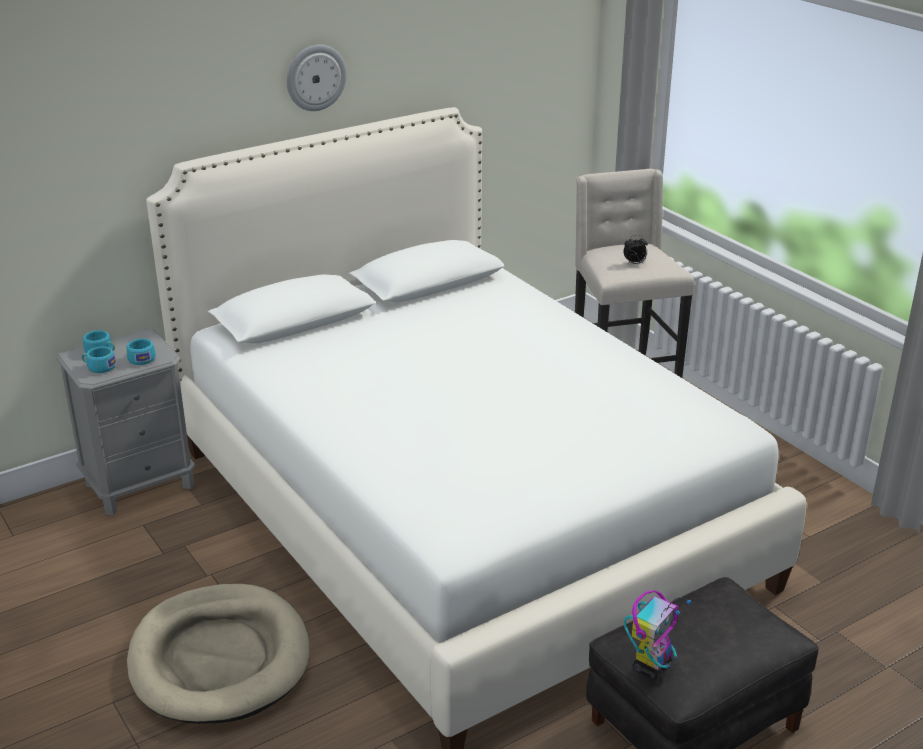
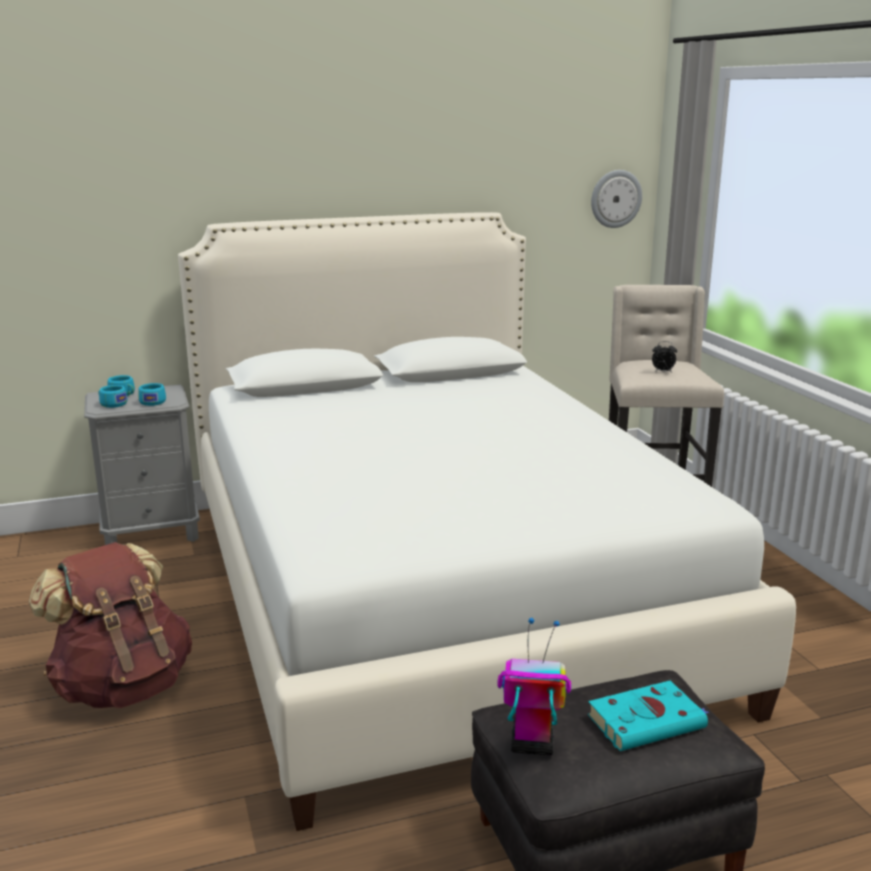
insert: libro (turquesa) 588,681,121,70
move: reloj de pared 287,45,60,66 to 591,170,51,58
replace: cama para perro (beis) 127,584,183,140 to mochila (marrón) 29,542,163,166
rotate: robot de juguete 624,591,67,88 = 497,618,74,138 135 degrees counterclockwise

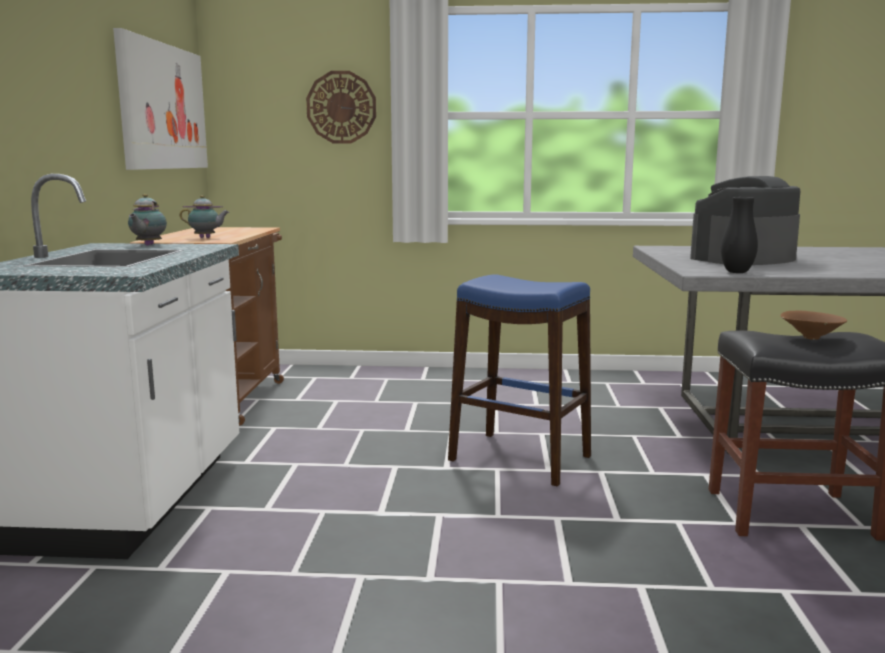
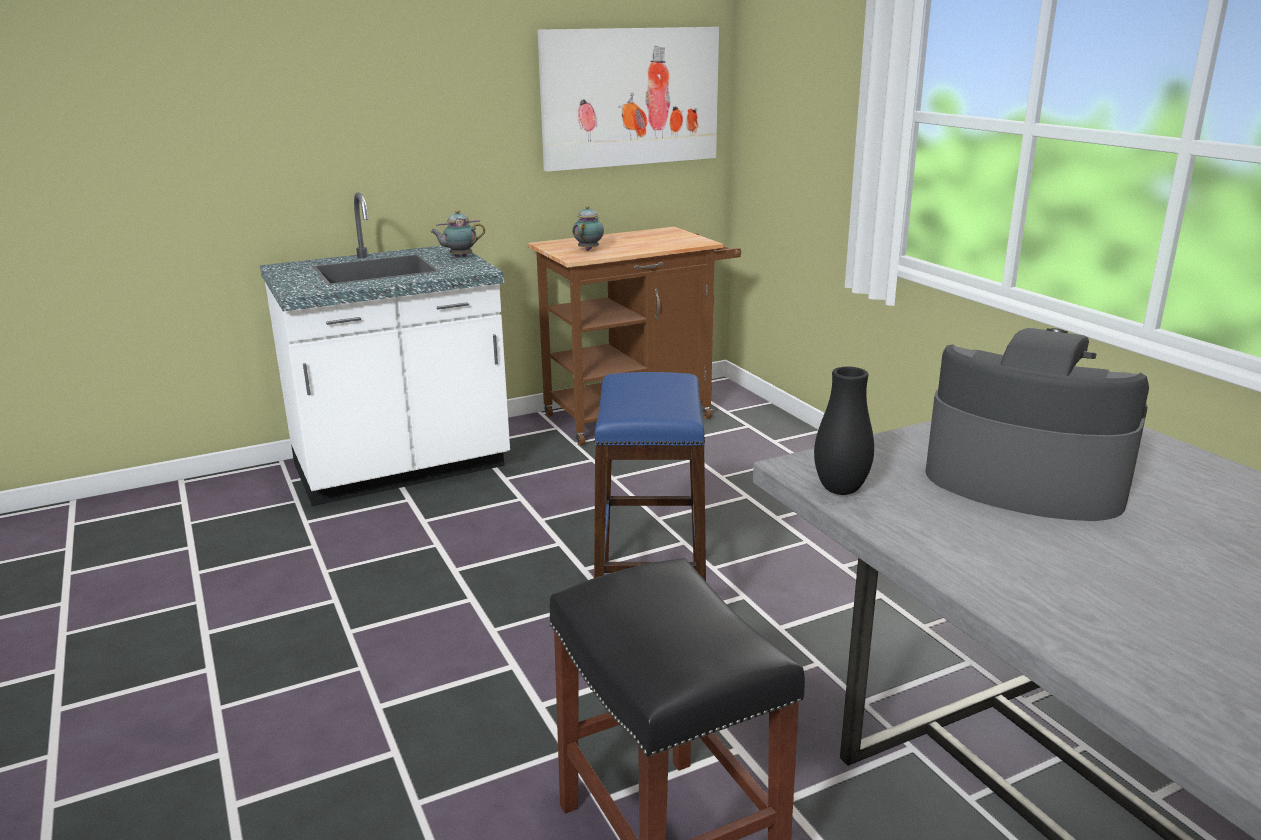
delete: reloj de pared 306,71,70,73; cuenco (marrón) 781,311,66,29
rotate: tetera 180,195,49,43 = 572,205,32,46 135 degrees counterclockwise

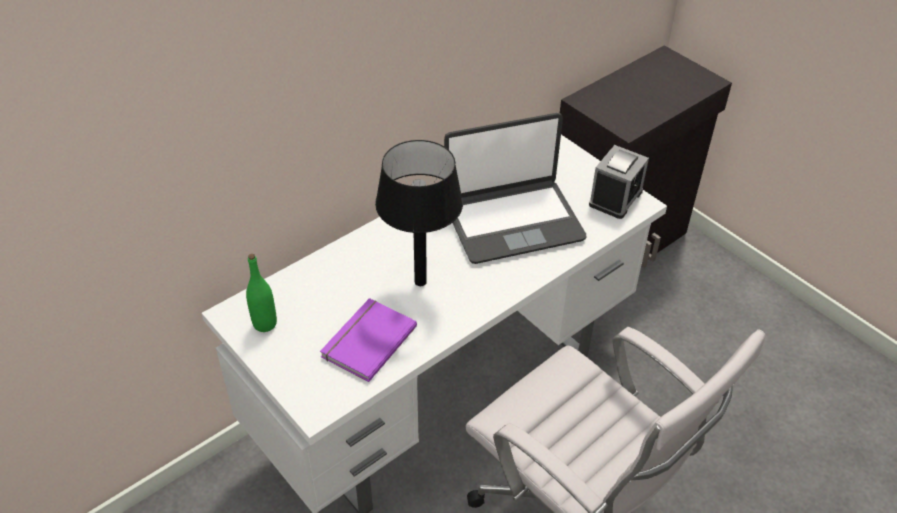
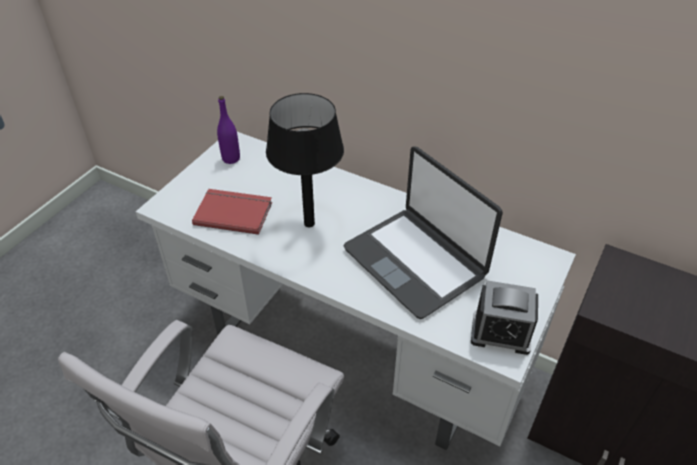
recolor: libro (morado) 320,298,97,84 to libro (rojo) 192,189,80,46; botella (verde) 246,254,31,78 to botella (morado) 217,96,23,68

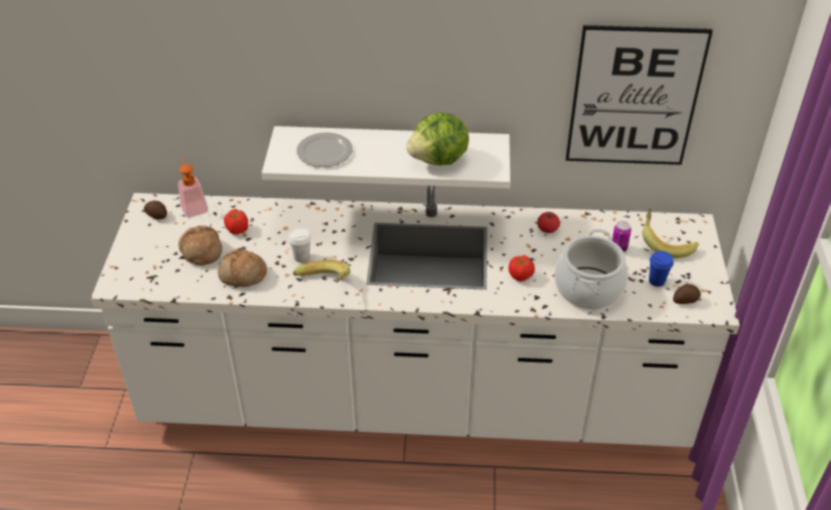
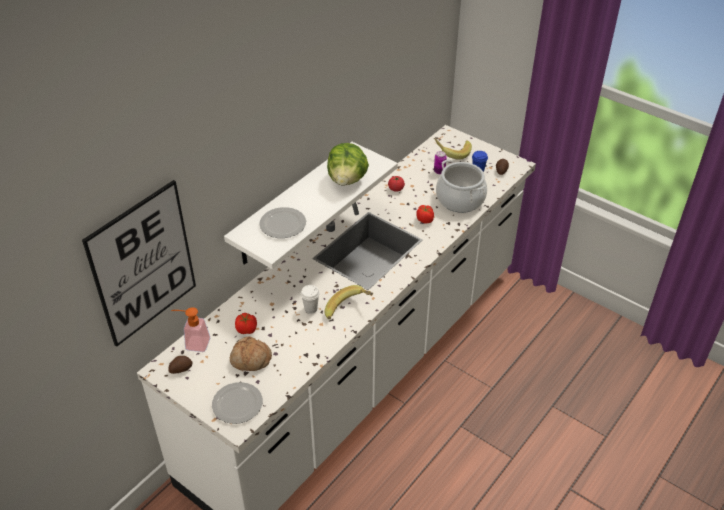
delete: pan 218,248,49,39
insert: plato 212,382,51,42
move: cuadro 566,25,147,140 to 82,180,114,167

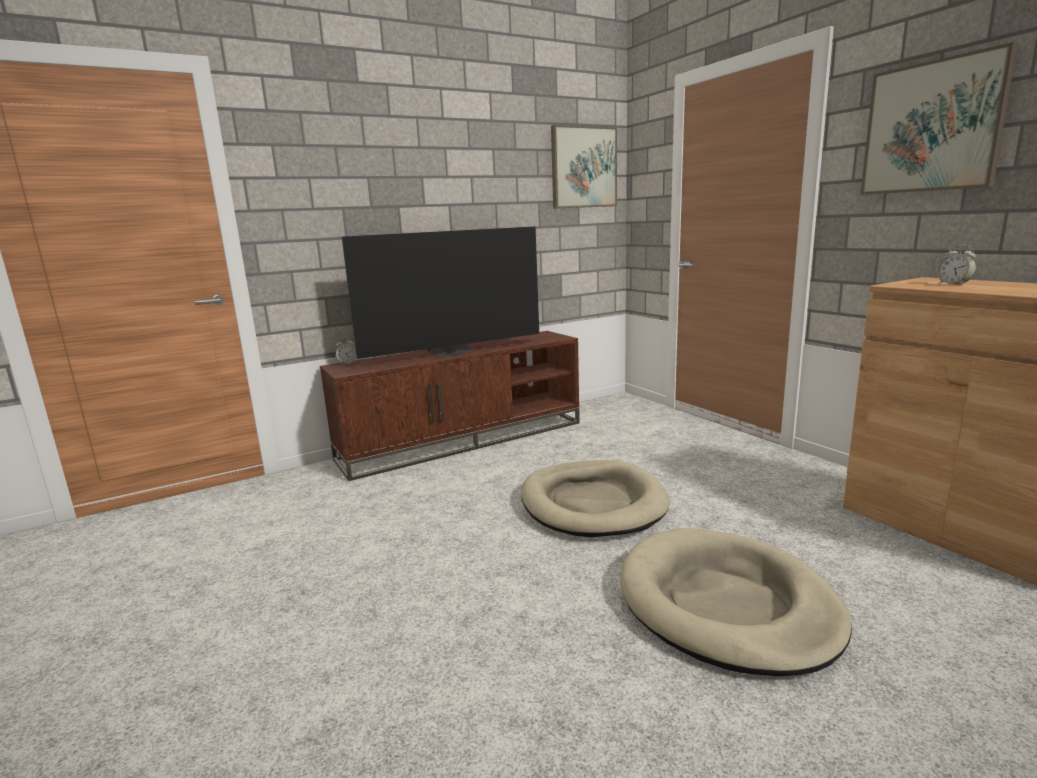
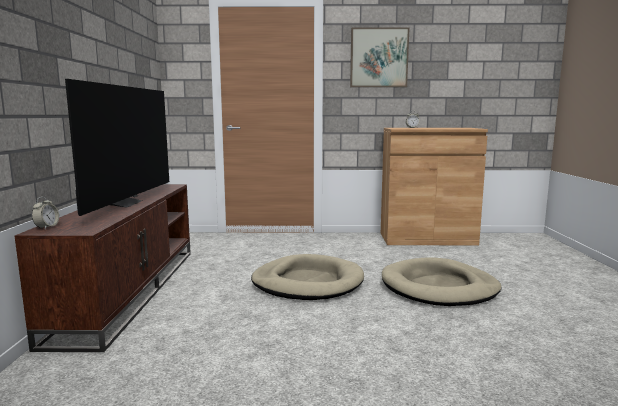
delete: cuadro 551,125,66,84

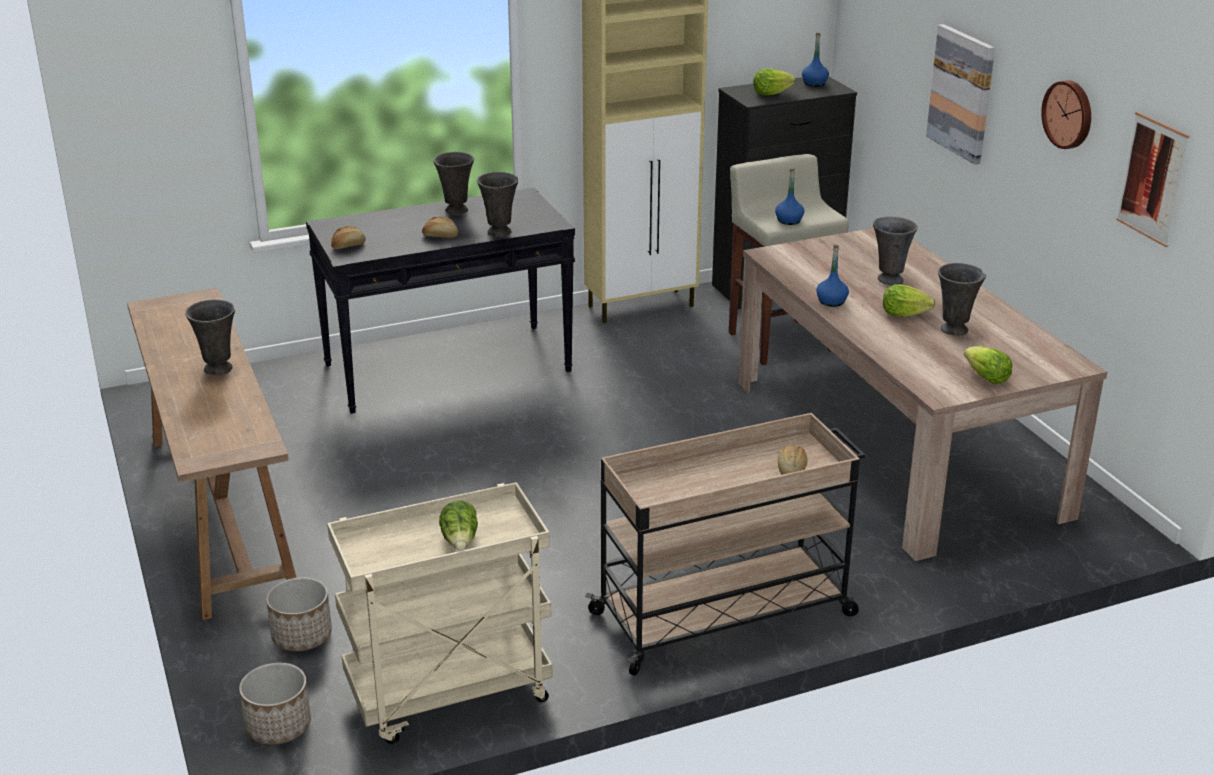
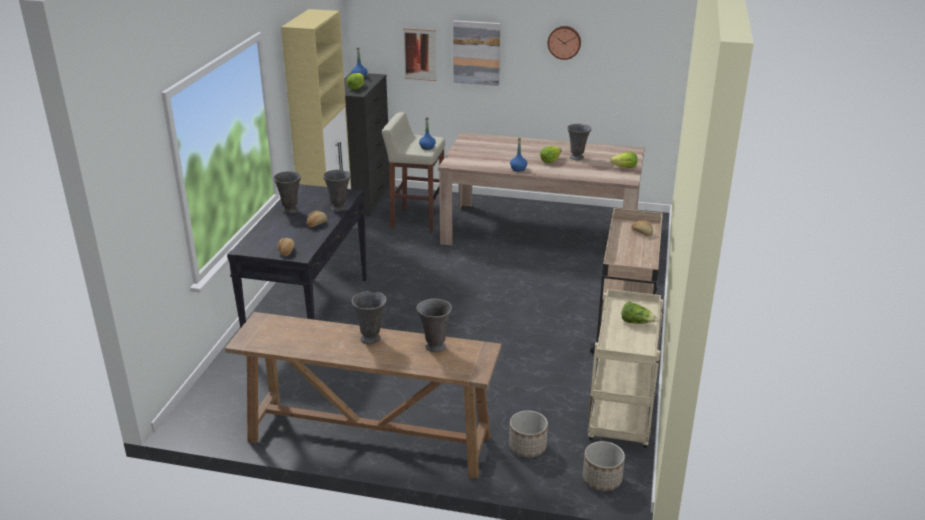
move: cuadro 1116,112,74,135 to 403,28,34,53; florero (gris) 873,216,45,69 to 416,299,36,53

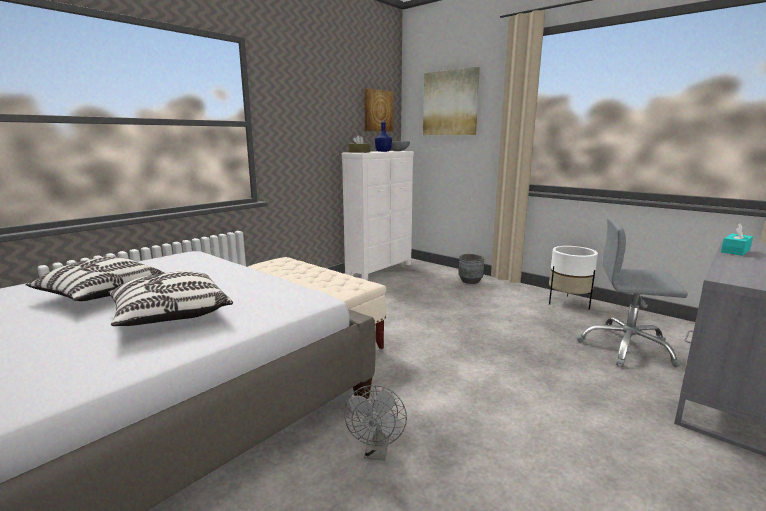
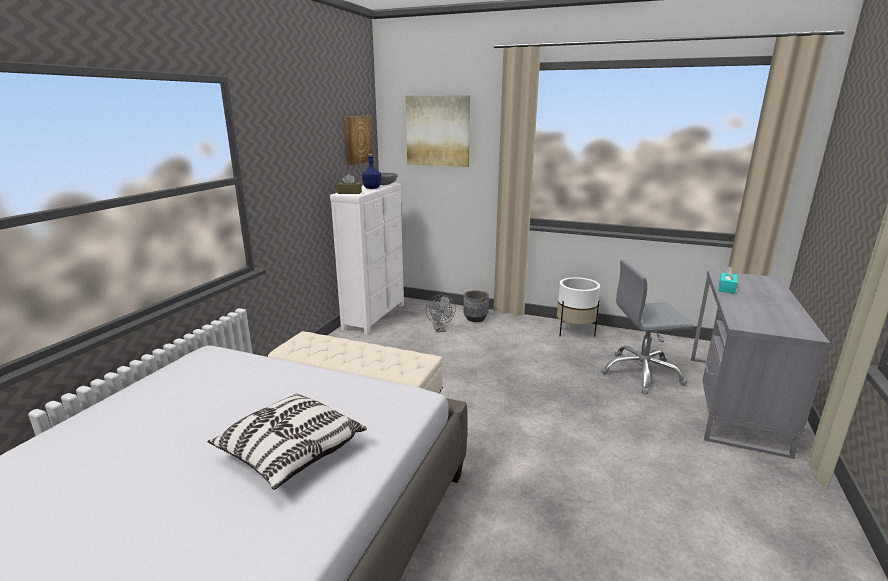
delete: cojín 25,256,140,45
move: ventilador (gris) 344,385,63,76 to 426,295,30,37

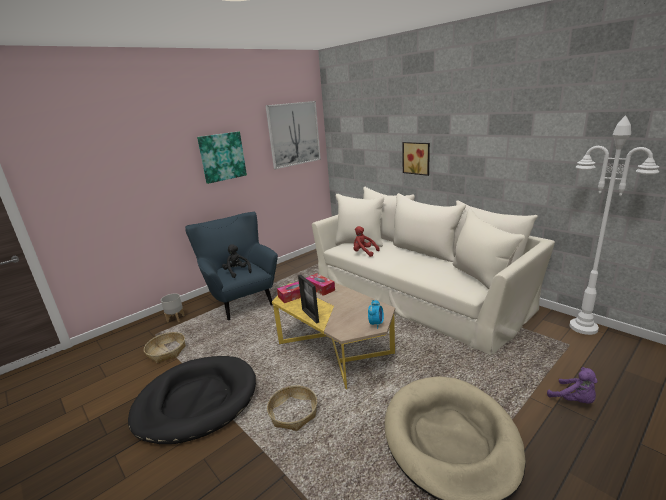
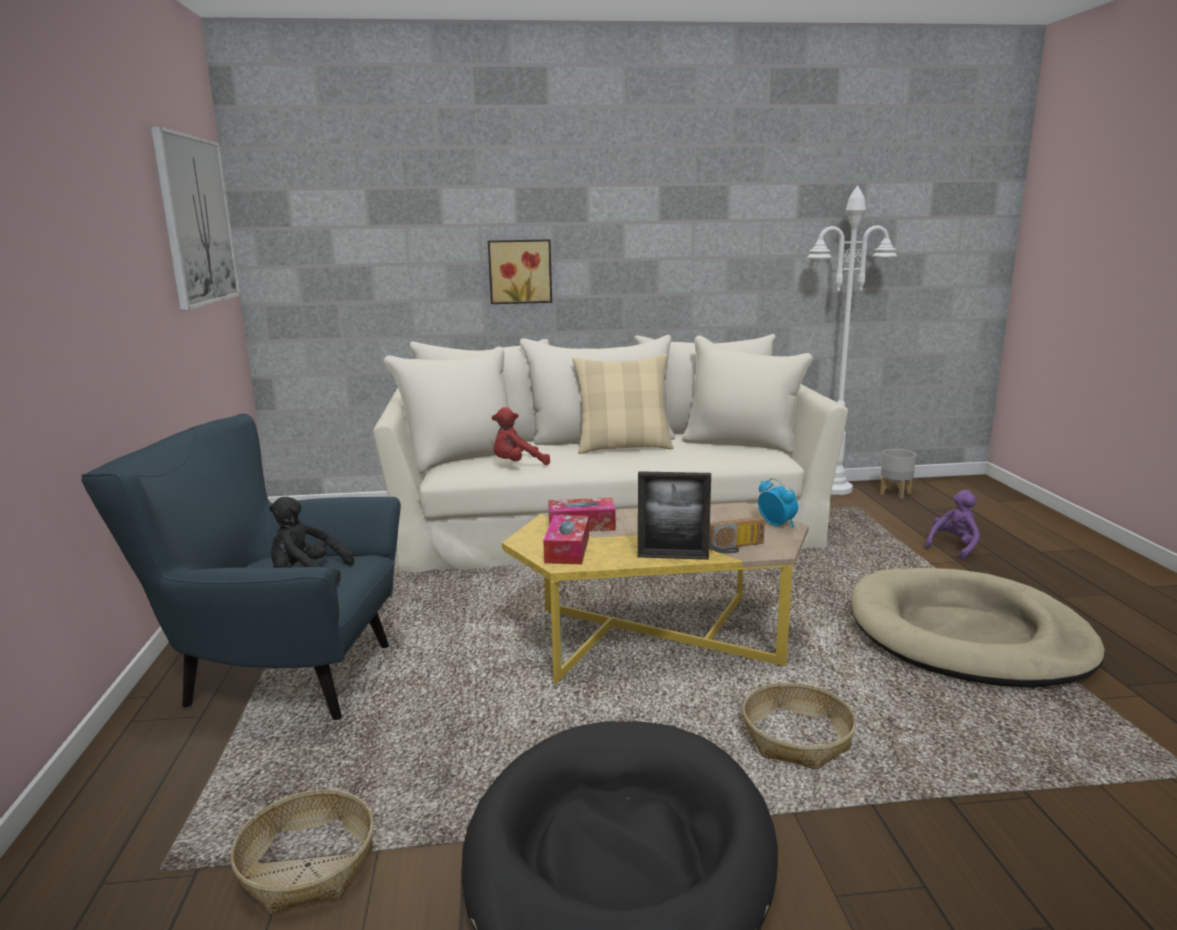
delete: cuadro 197,132,50,52
insert: cojín (beis) 572,354,101,100; radio 709,517,56,36
move: maceta (gris) 161,293,24,30 to 880,449,36,50
rotate: peluche (morado) 547,367,51,36 = 925,490,55,70 45 degrees counterclockwise

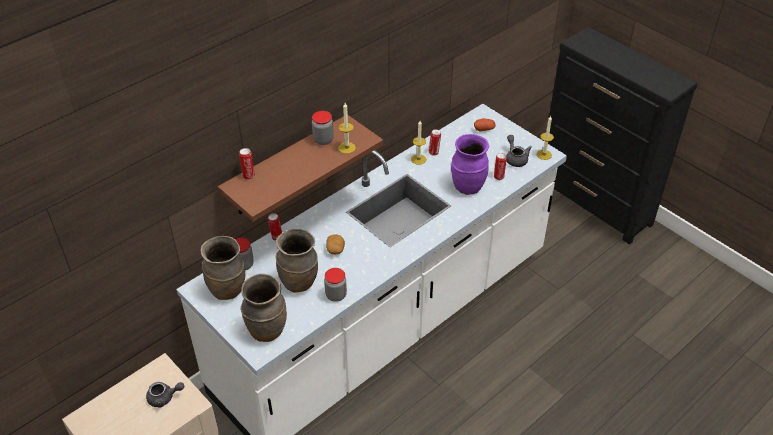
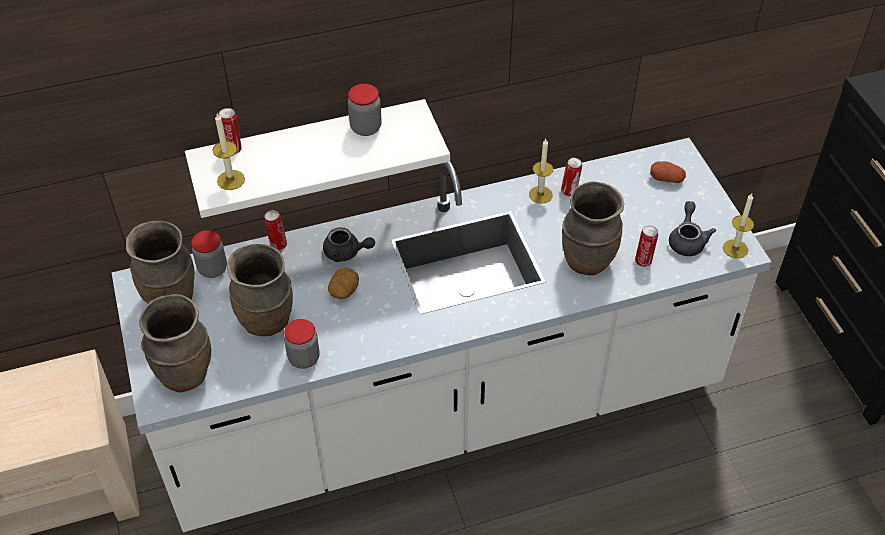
move: vela 338,103,18,51 to 212,114,33,76; tetera (gris) 146,382,39,26 to 323,227,52,35
recolor: estante (marrón) 218,115,165,107 to estante (blanco) 185,99,265,119; florero (morado) 451,134,38,61 to florero (marrón) 562,182,62,93

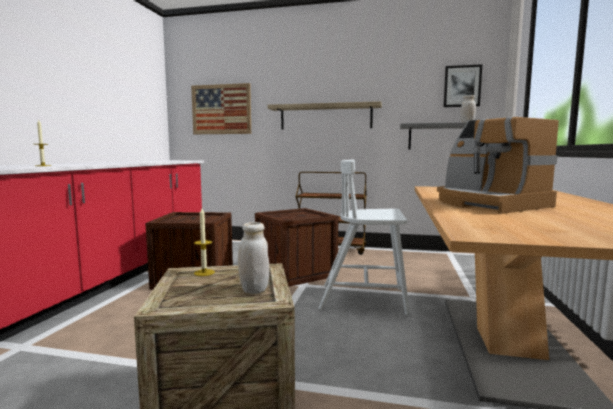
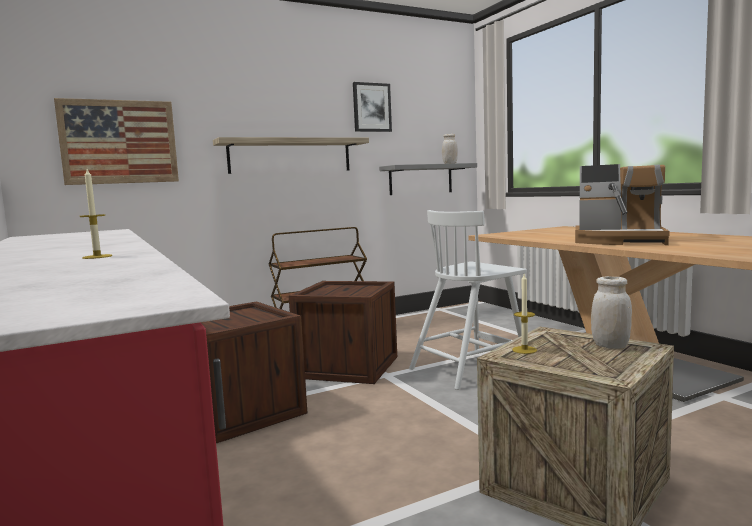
move: cuadro 444,64,38,43 to 353,82,39,50

